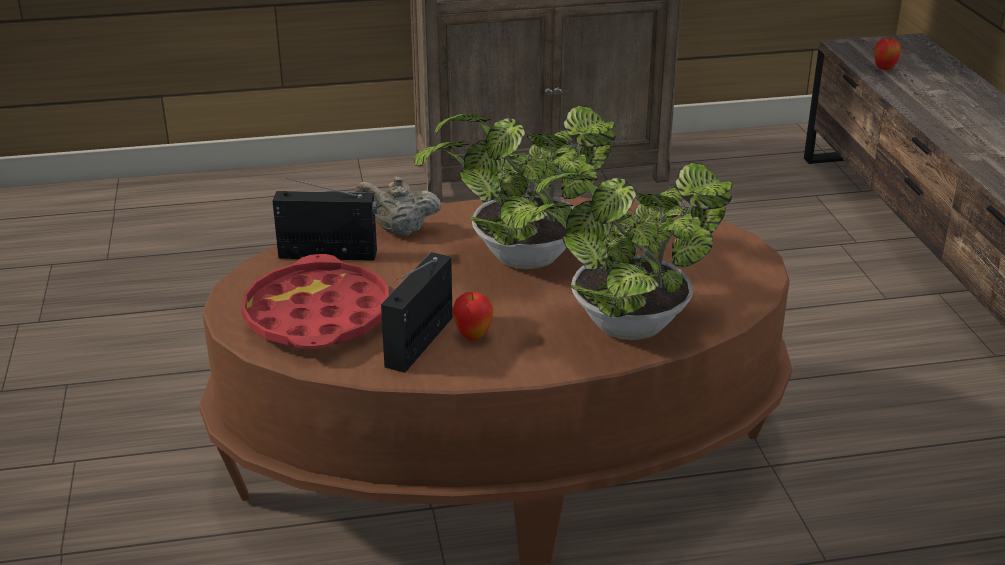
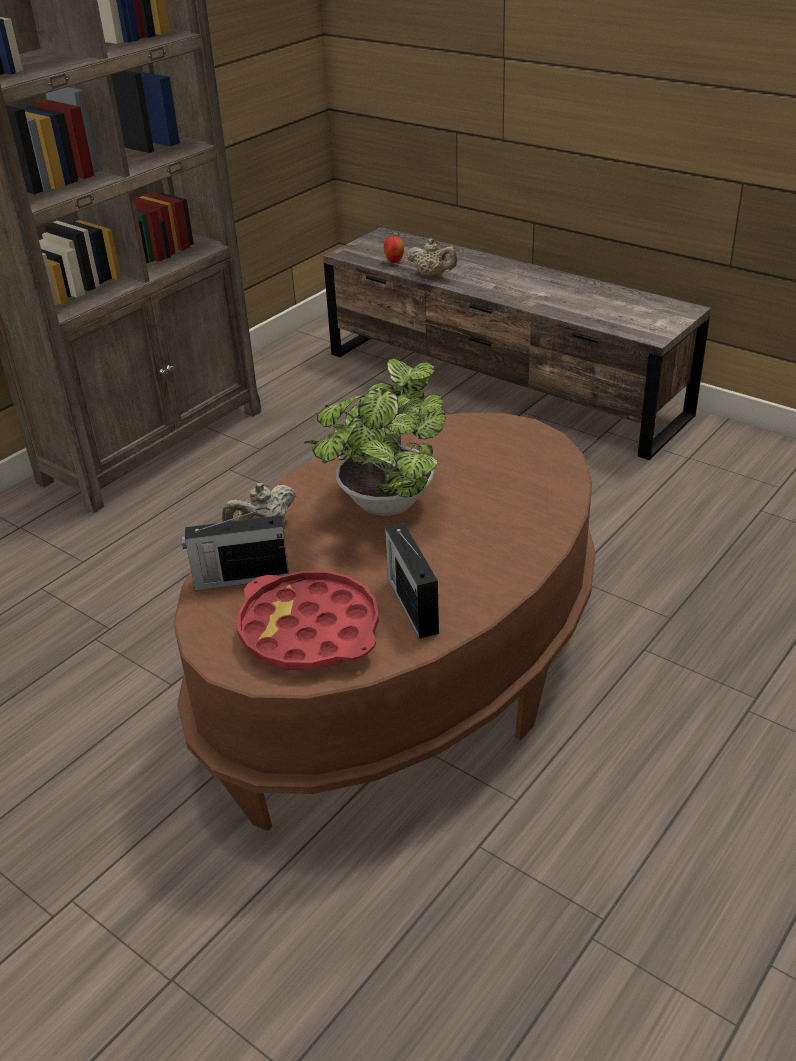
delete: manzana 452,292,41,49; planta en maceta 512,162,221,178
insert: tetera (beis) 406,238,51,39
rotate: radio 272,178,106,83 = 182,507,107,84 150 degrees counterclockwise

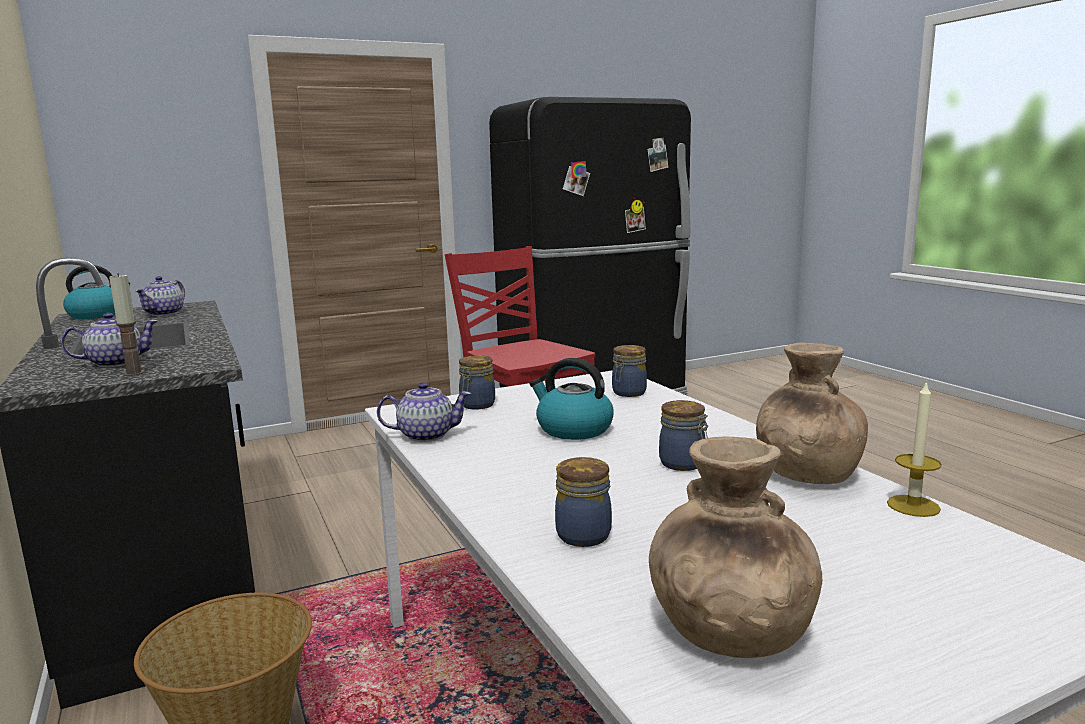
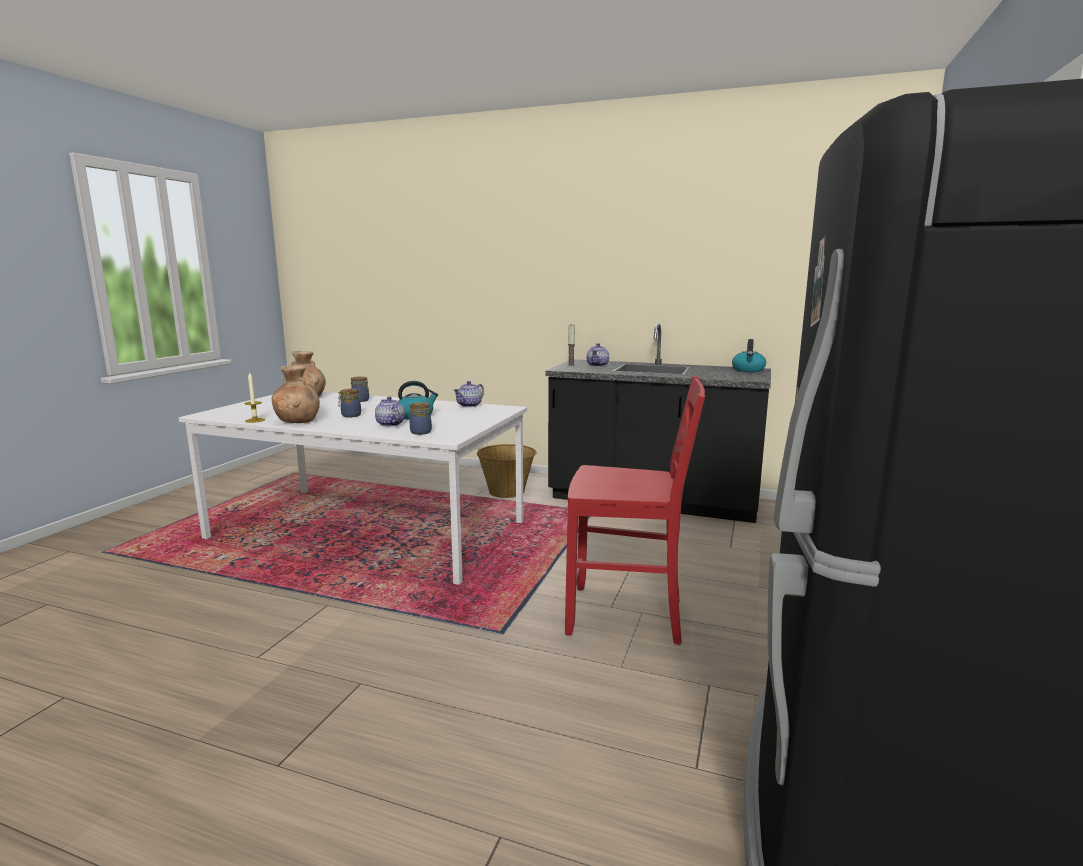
delete: tarro 459,355,36,55
move: tetera 135,276,50,40 to 375,397,30,30

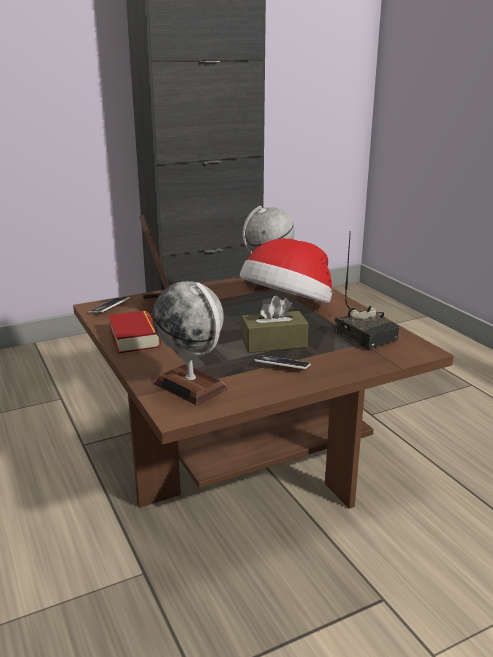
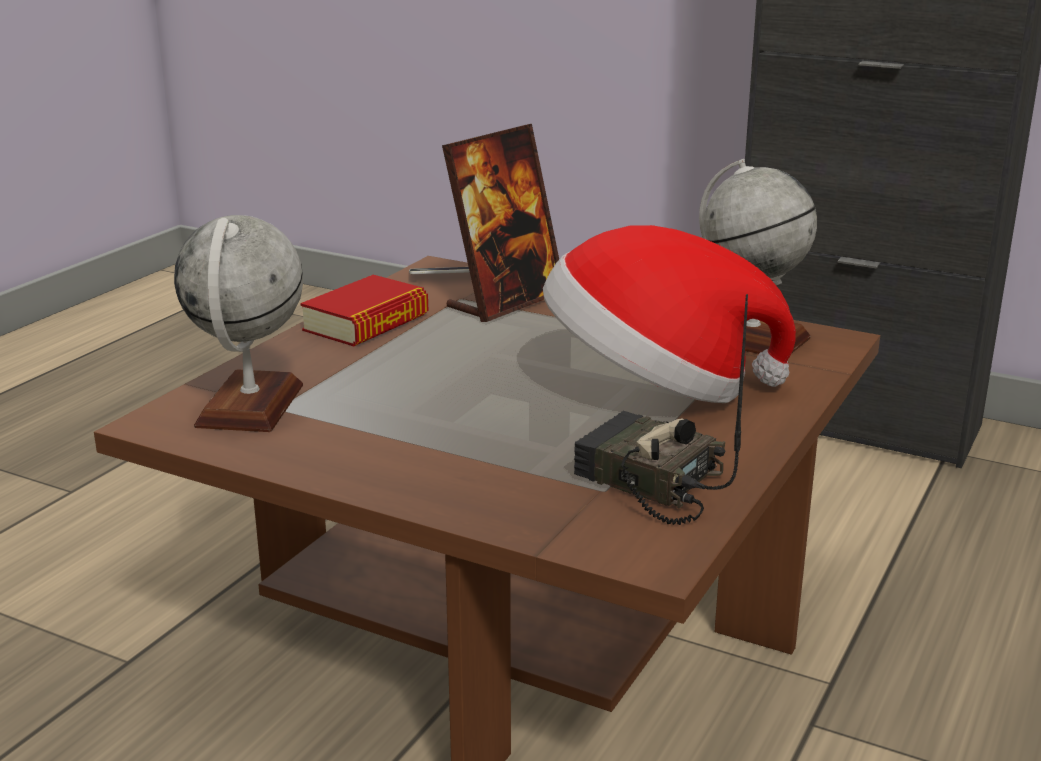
delete: caja de pañuelos (marrón) 241,296,68,57; móvil 254,355,57,14
rotate: radio 334,231,65,118 = 574,294,174,231 105 degrees clockwise

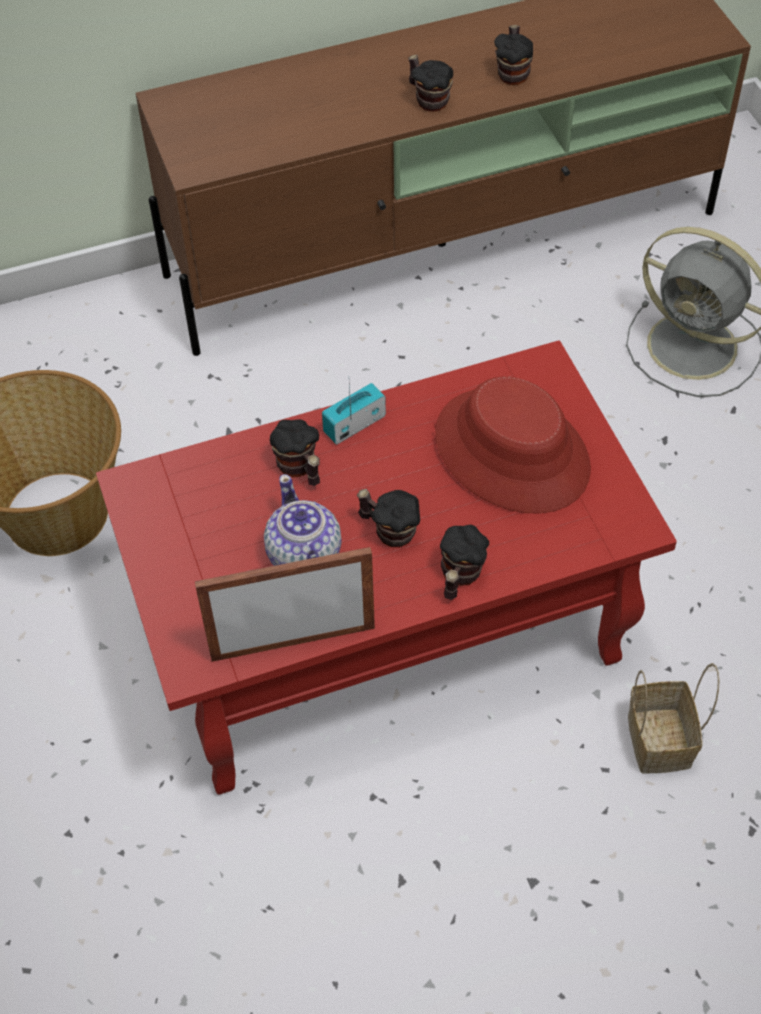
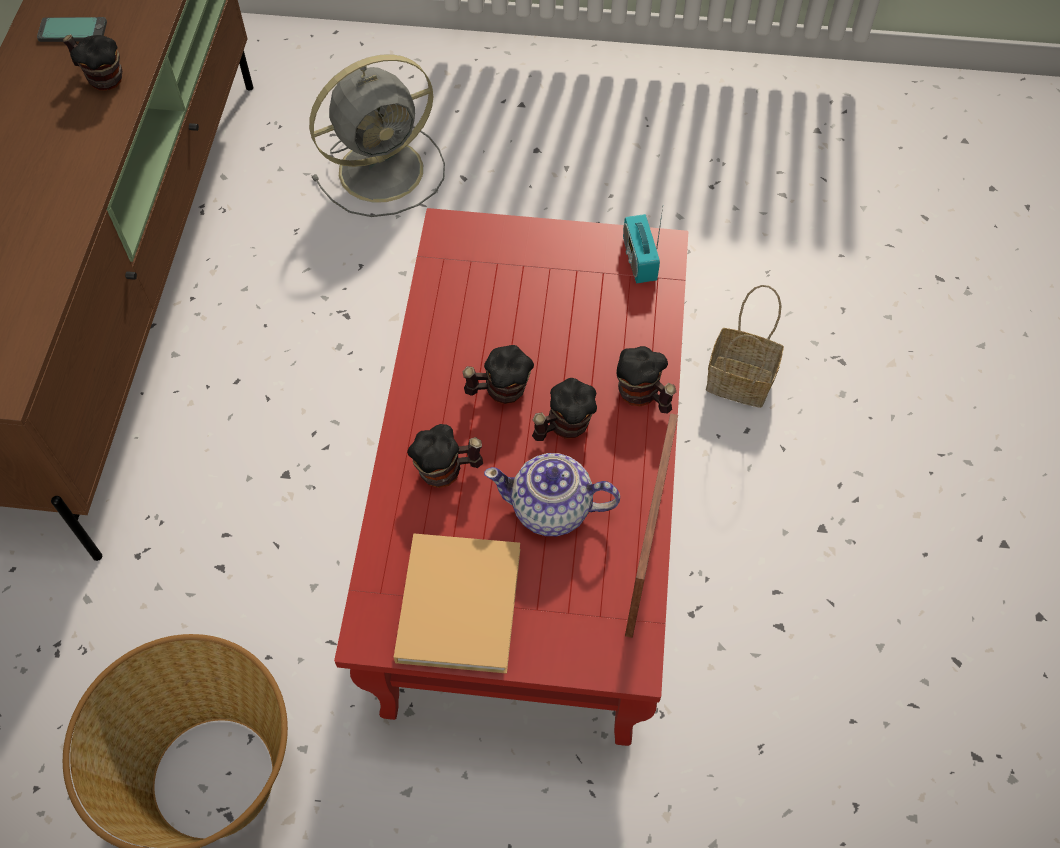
delete: sombrero (rojo) 435,377,156,137
insert: móvil 37,17,70,25; libro (beis) 394,533,126,141
move: taza grande 408,55,45,57 to 462,345,72,59; radio 322,383,64,61 to 623,207,40,76

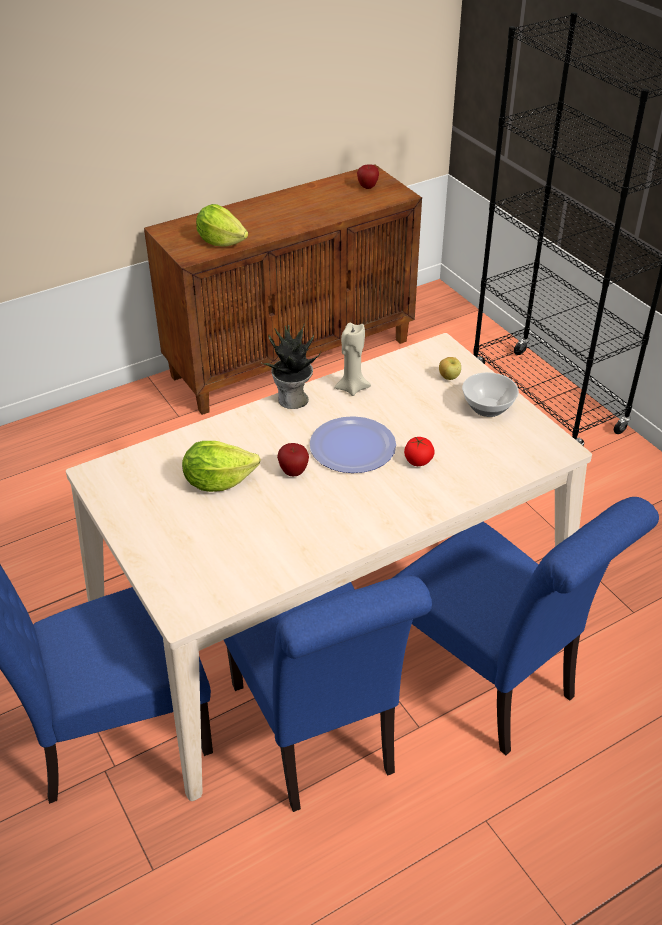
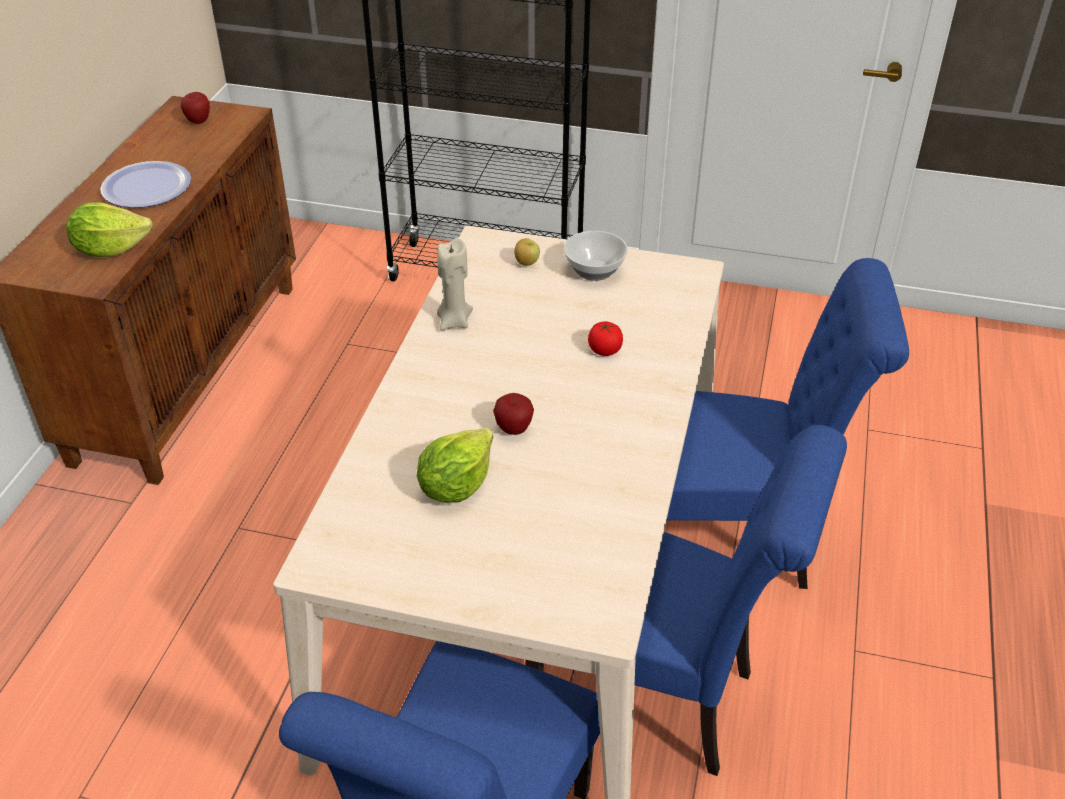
delete: planta en maceta 260,323,61,86
move: plato 309,416,87,57 to 100,161,91,47

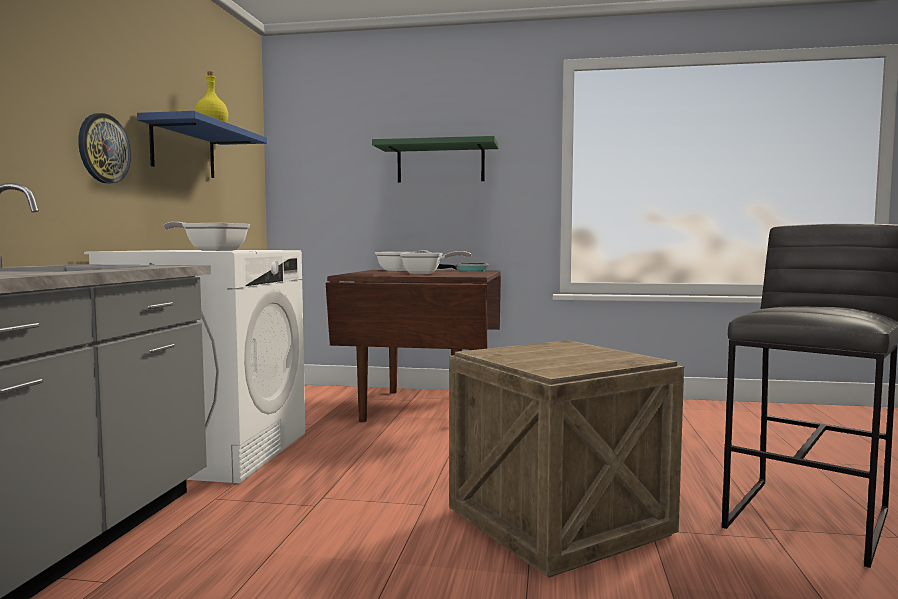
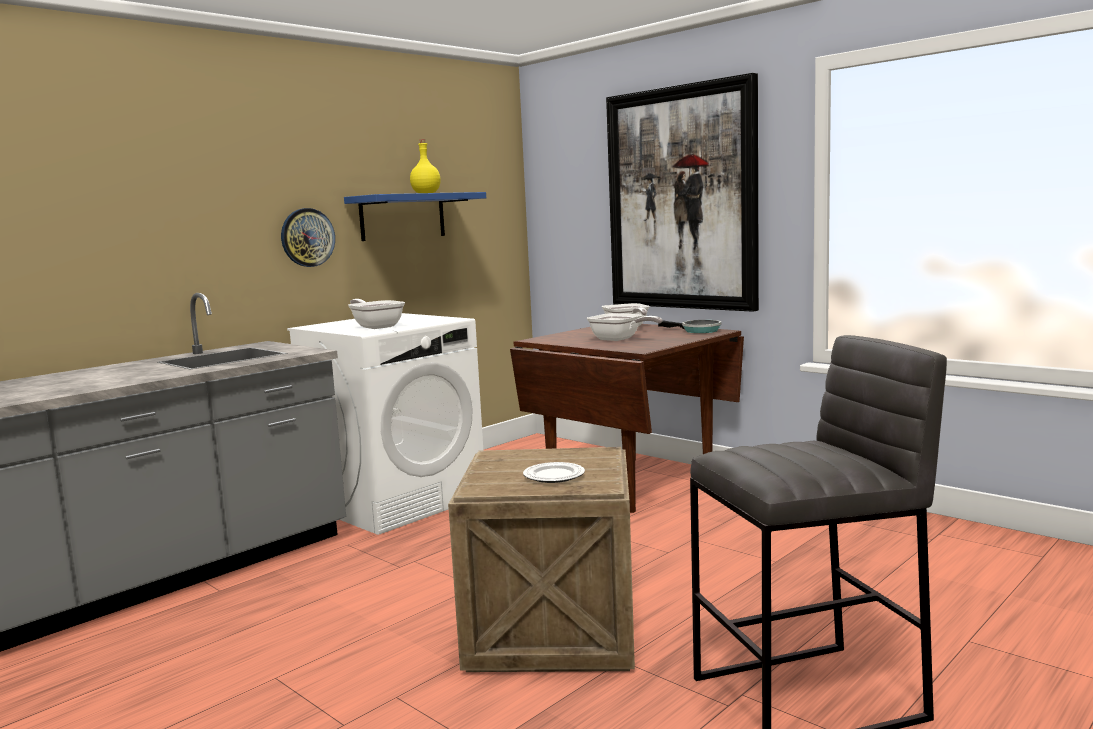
insert: plato 523,462,62,21
replace: estante (verde) 372,136,127,47 to cuadro 606,73,153,239

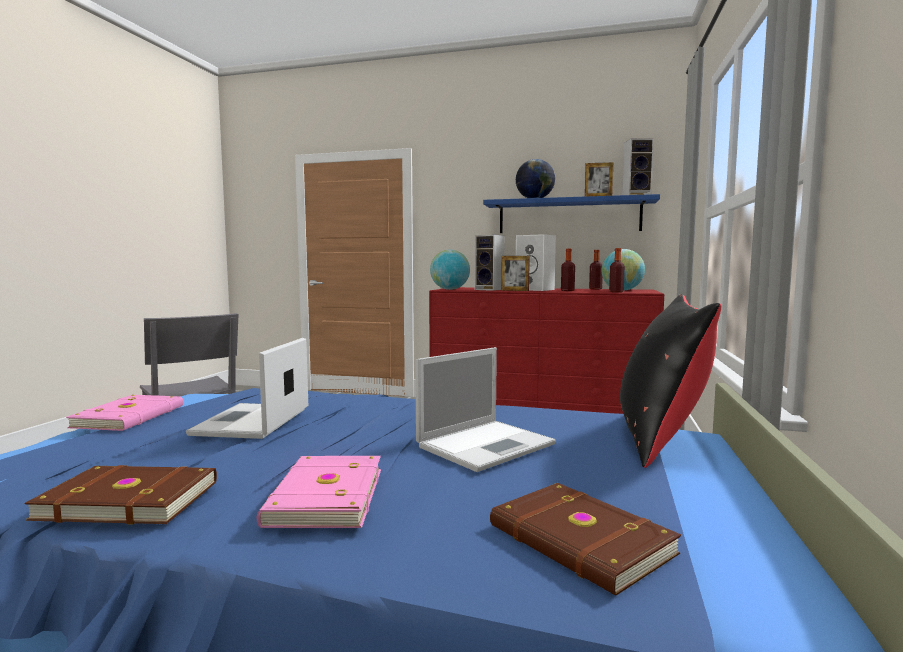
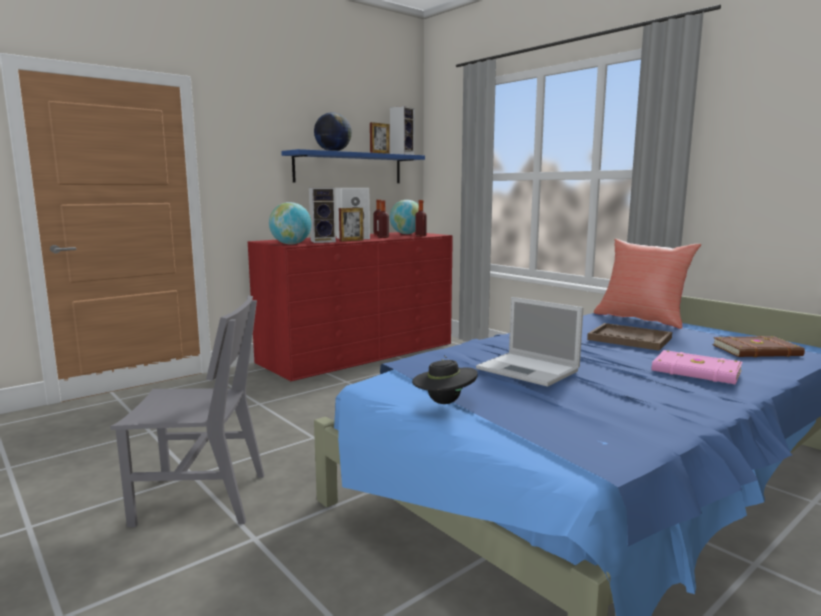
delete: libro (marrón) 24,465,193,59
replace: libro (rosa) 66,395,117,36 to sombrero (negro) 412,355,66,49; portátil 415,347,141,125 to bandeja (marrón) 587,323,85,28
recolor: cojín (negro) 620,294,101,174 to cojín (rojo) 594,239,107,90

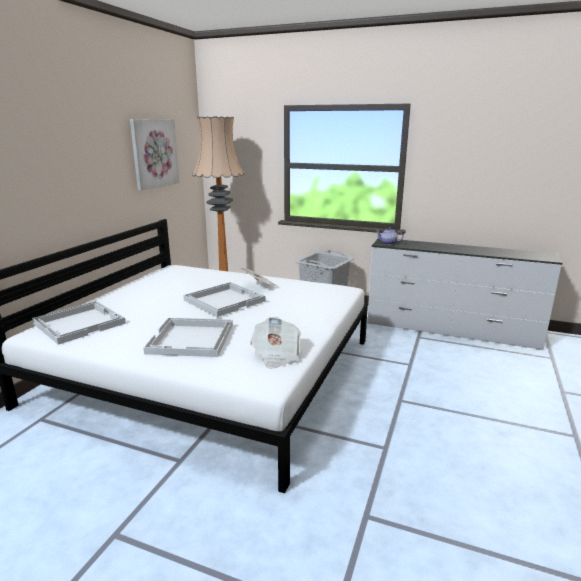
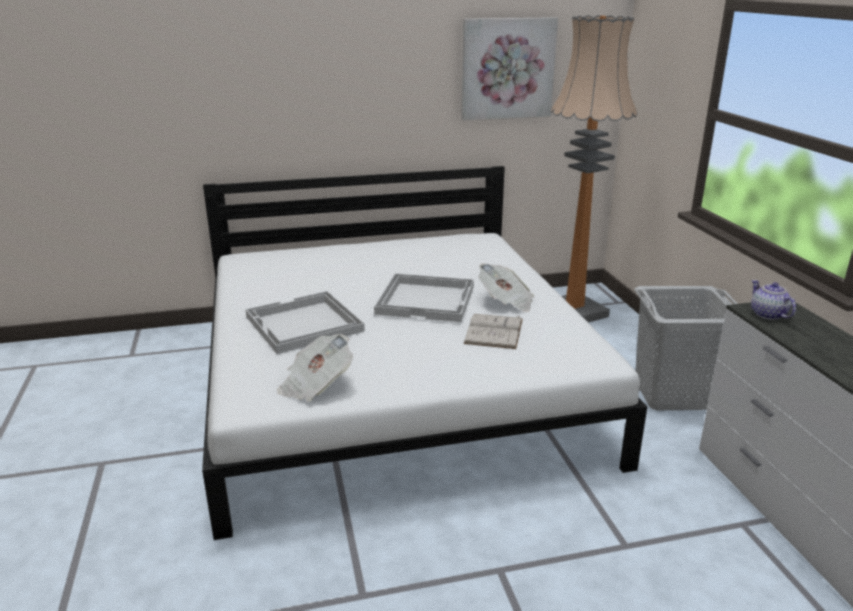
delete: bandeja (blanco) 32,301,94,44
insert: libro (blanco) 464,314,59,35

